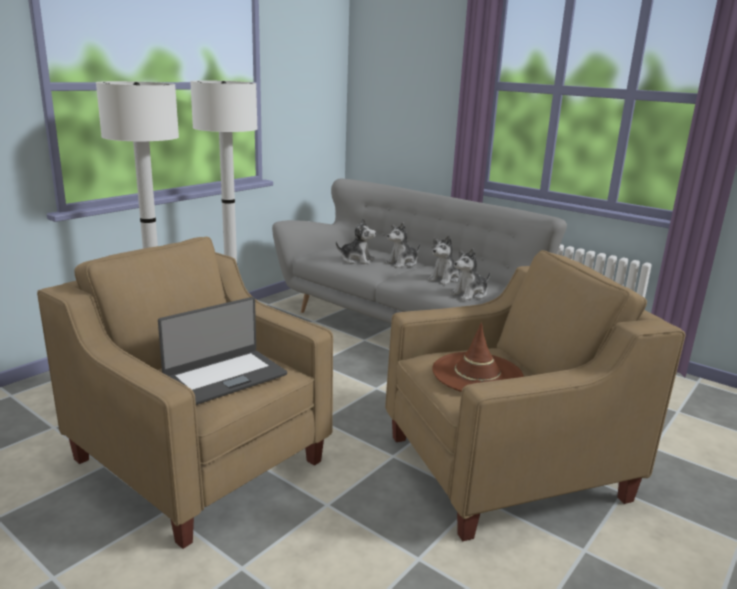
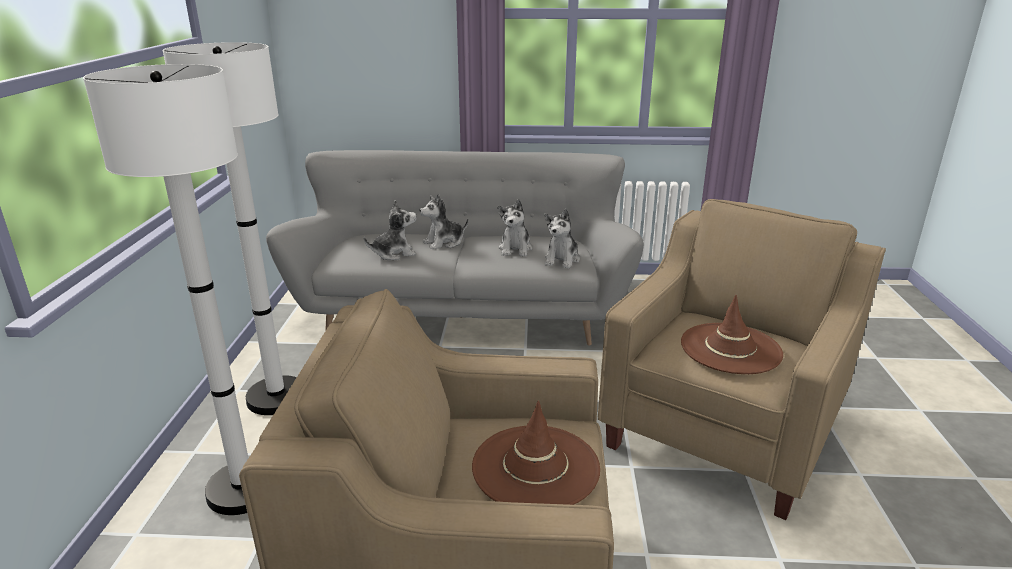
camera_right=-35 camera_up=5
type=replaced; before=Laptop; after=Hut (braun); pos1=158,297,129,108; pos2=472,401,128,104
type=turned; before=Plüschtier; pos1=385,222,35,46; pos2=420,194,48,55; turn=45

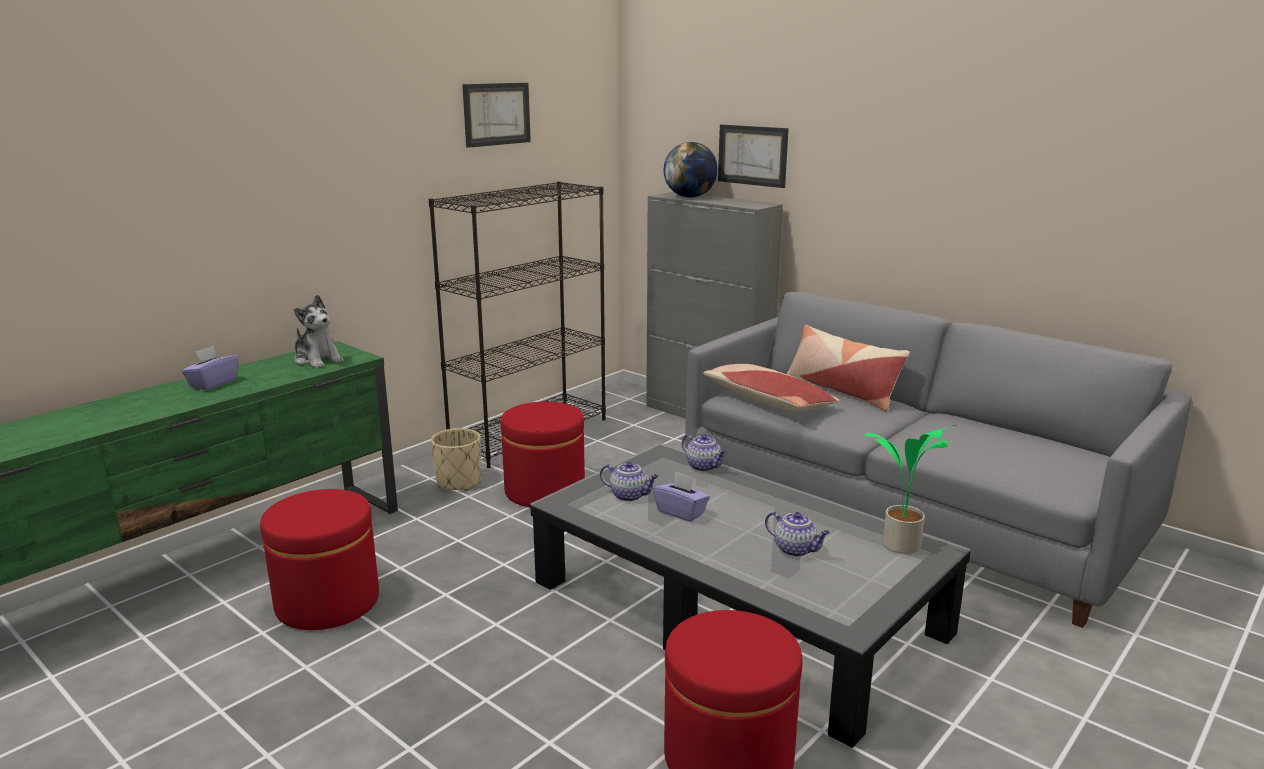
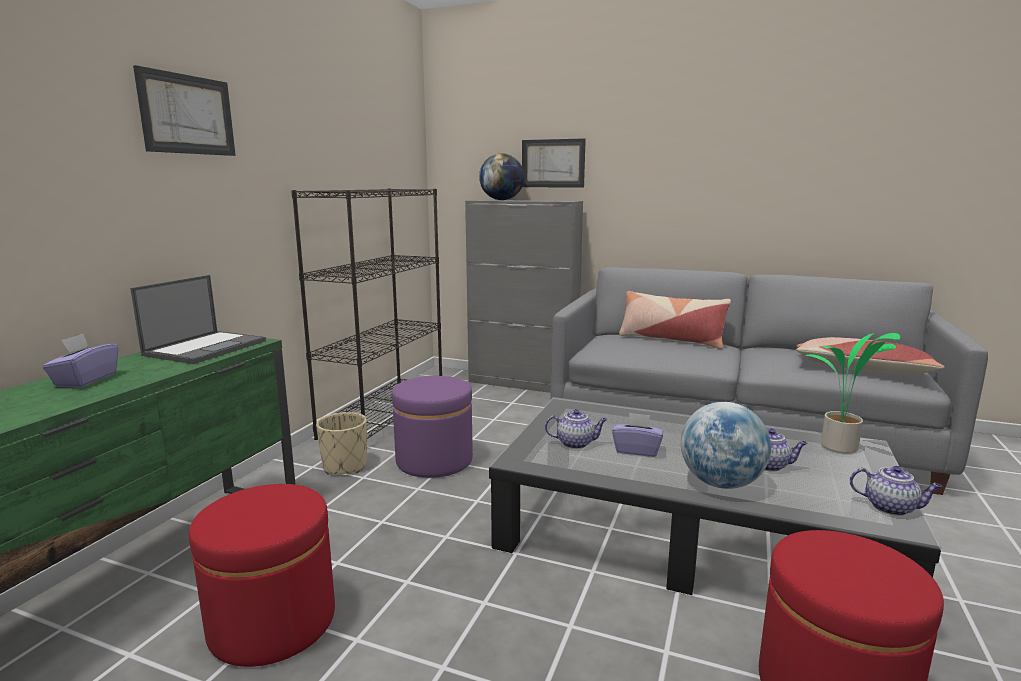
camera_right=-20 camera_up=-5
type=replaced; before=Plüschtier; after=Laptop; pos1=294,295,50,73; pos2=130,275,136,89
type=moved; before=Bild; pos1=462,83,69,65; pos2=133,65,103,91
type=recoloured; before=Polsterhocker (rot); after=Polsterhocker (lila); pos1=501,402,84,106; pos2=392,376,81,102
type=moved; before=Teekanne; pos1=682,434,45,37; pos2=850,466,92,50
type=moved; before=Kissen; pos1=703,364,137,48; pos2=796,337,149,38
type=added; after=Globus; pos2=681,402,90,87

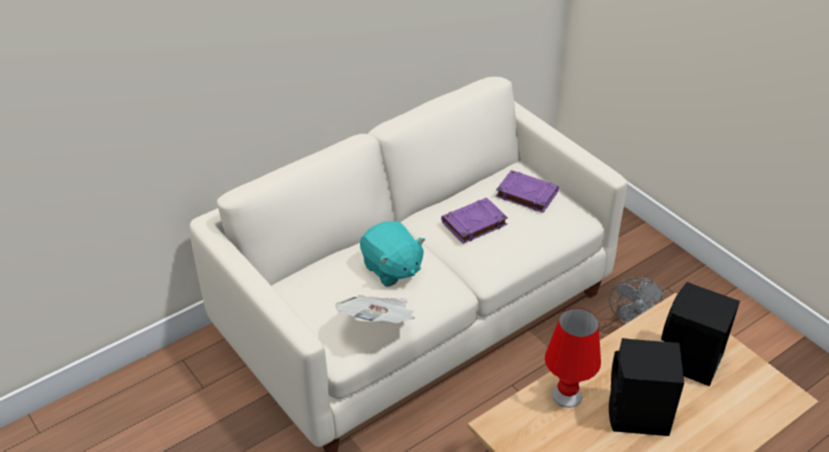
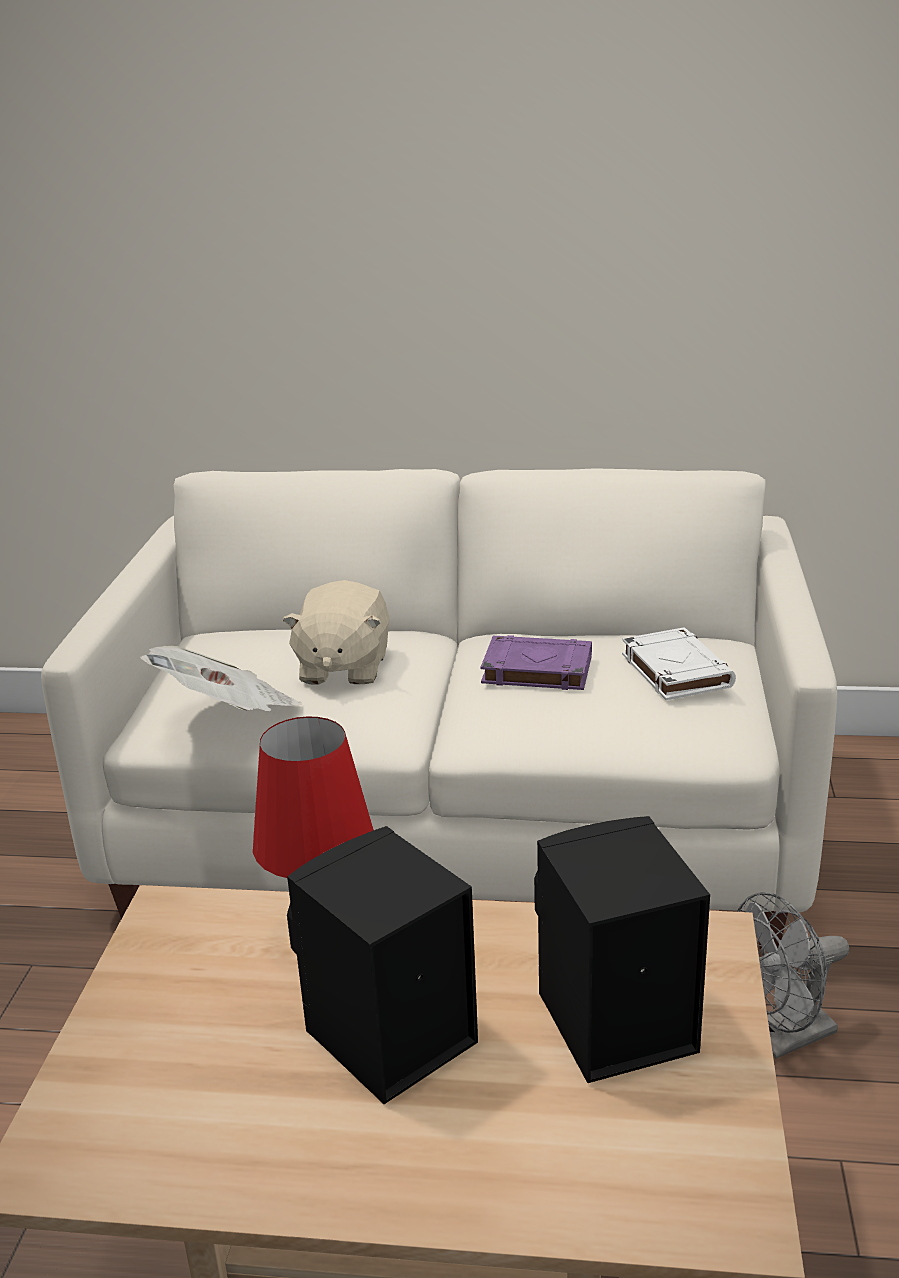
camera_right=45 camera_up=-15
type=recoloured; before=Plüschtier (türkis); after=Plüschtier (beige); pos1=360,221,65,66; pos2=282,580,107,105
type=recoloured; before=Buch (lila); after=Buch (weiß); pos1=496,170,63,43; pos2=622,627,114,73

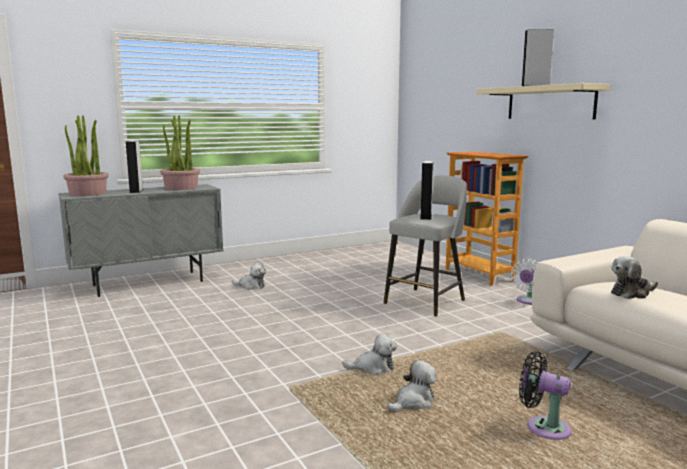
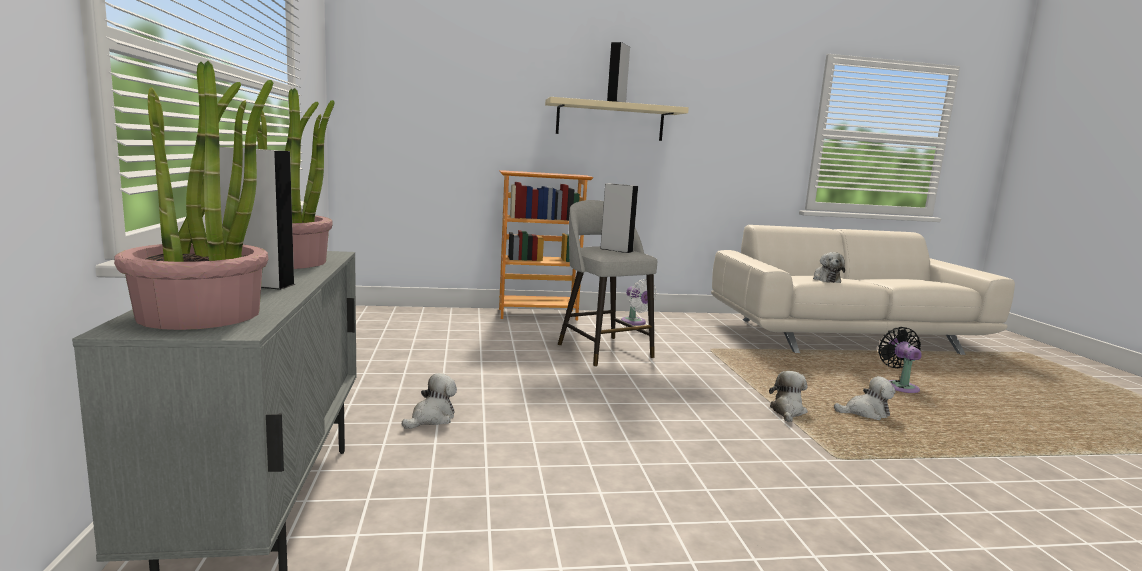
camera_right=-70 camera_up=0
type=turned; before=Plüschtier; pos1=387,360,50,53; pos2=834,376,62,44; turn=105
type=turned; before=Ventilator (schwarz); pos1=519,351,53,89; pos2=878,327,44,66; turn=120

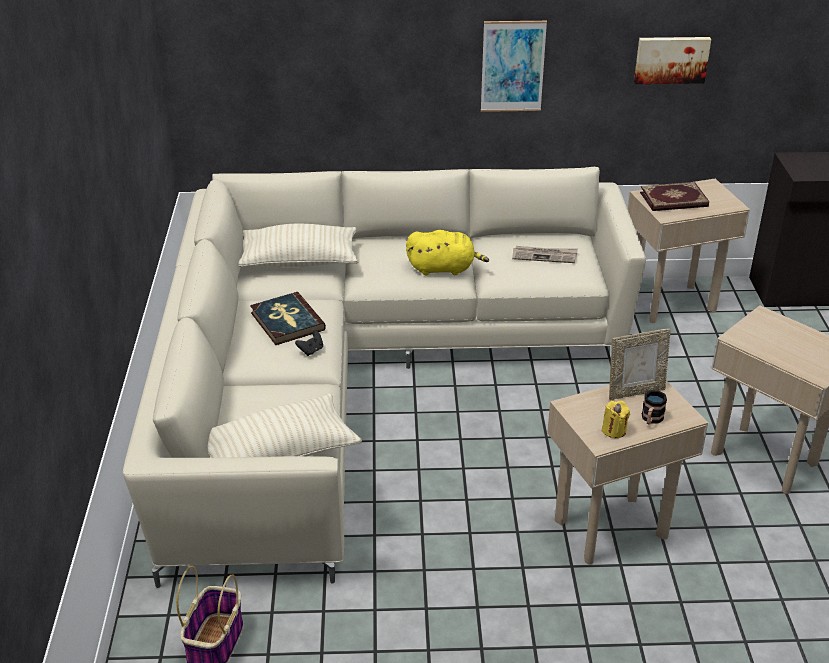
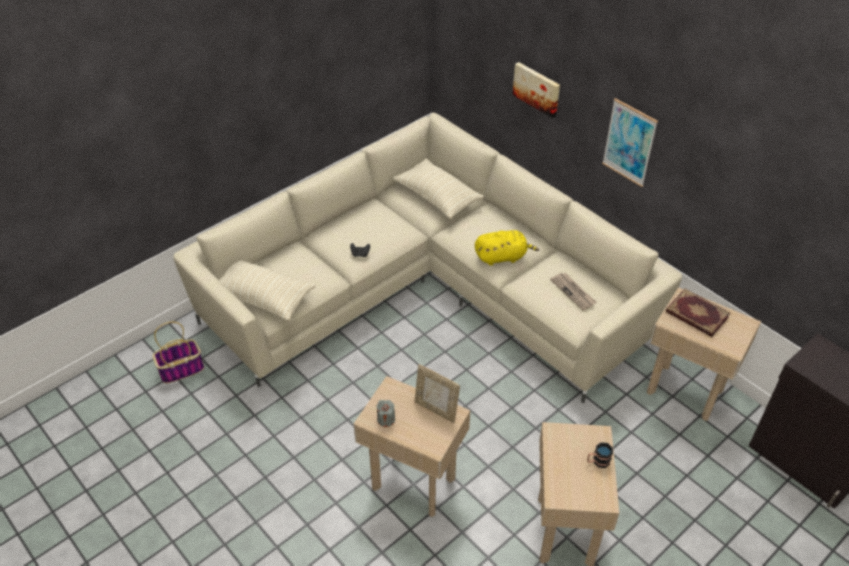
camera_right=50 camera_up=10
type=removed; before=Buch; pos1=250,292,76,53
type=turned; before=Plüschtier (gelb); pos1=406,230,83,45; pos2=475,230,64,36; turn=-60
type=recoloured; before=Kerze (gelb); after=Kerze (grau); pos1=602,401,28,37; pos2=376,400,19,27
type=moved; before=Bild; pos1=634,37,77,47; pos2=513,62,47,56
type=moved; before=Henkelbecher; pos1=642,390,25,35; pos2=587,442,26,26

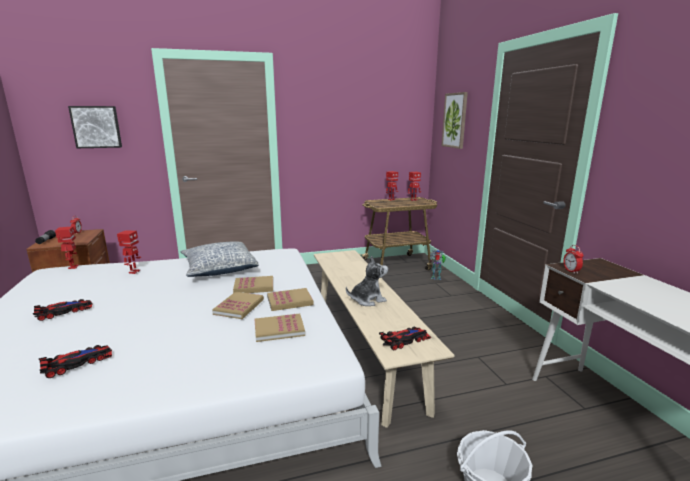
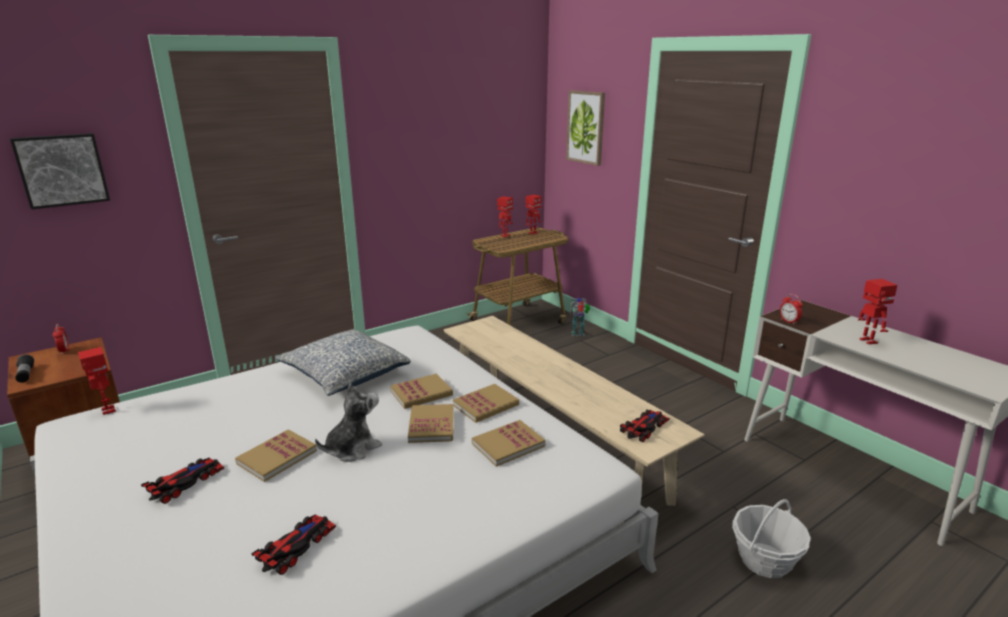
camera_right=-20 camera_up=5
type=moved; before=Spielzeugroboter; pos1=117,230,24,44; pos2=858,279,40,65
type=moved; before=Plüschtier; pos1=346,256,42,50; pos2=315,383,67,79
type=added; after=Buch; pos2=235,429,82,53

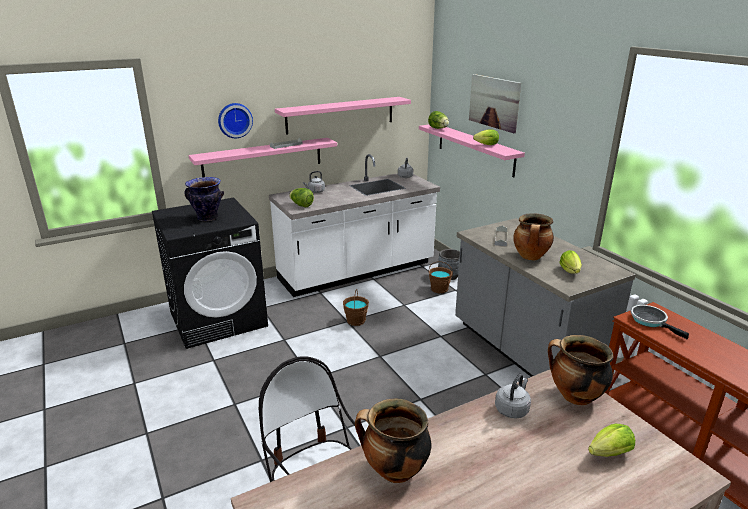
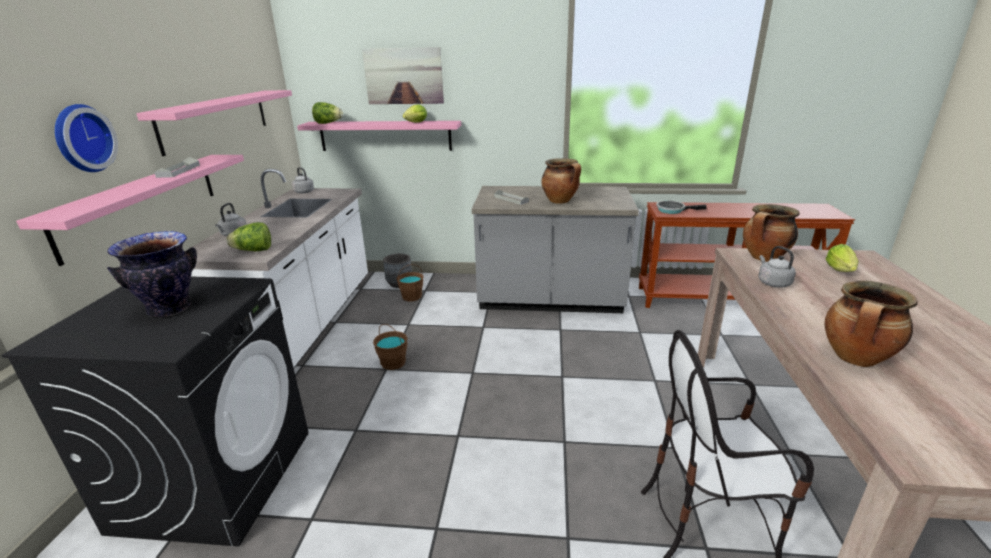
camera_right=-55 camera_up=0
type=removed; before=Salatkopf; pos1=559,250,23,23

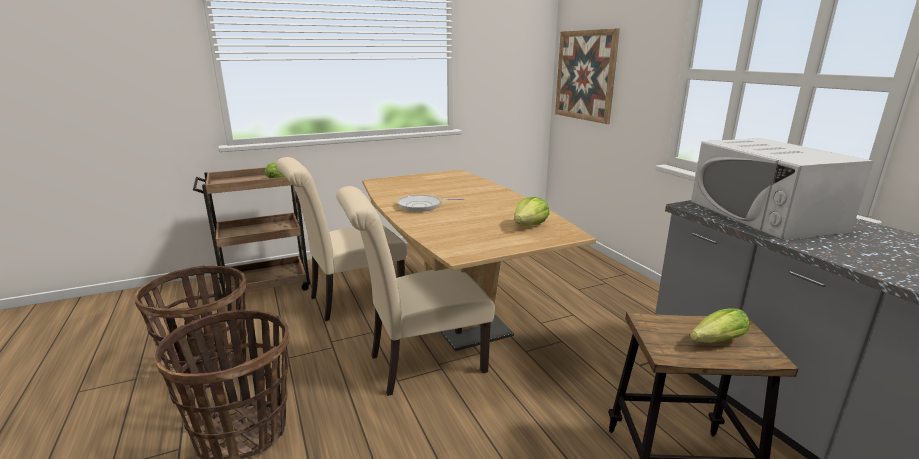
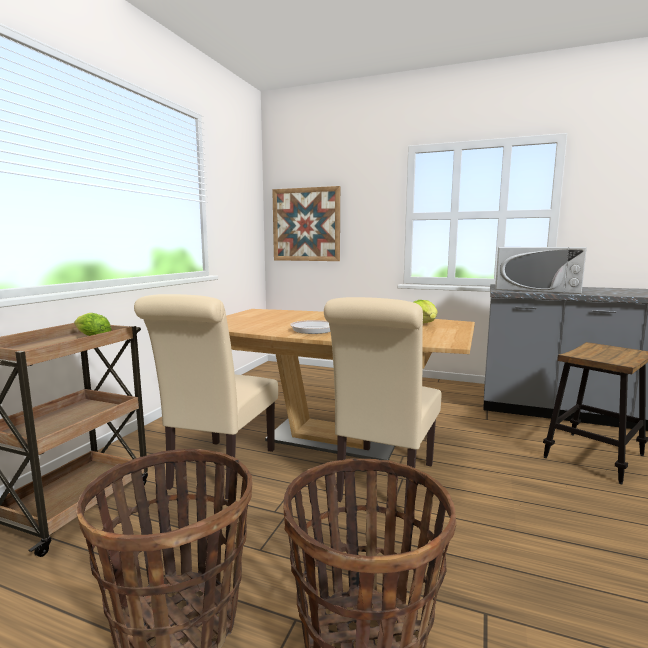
camera_right=-45 camera_up=-10
type=removed; before=Salatkopf; pos1=690,308,60,35

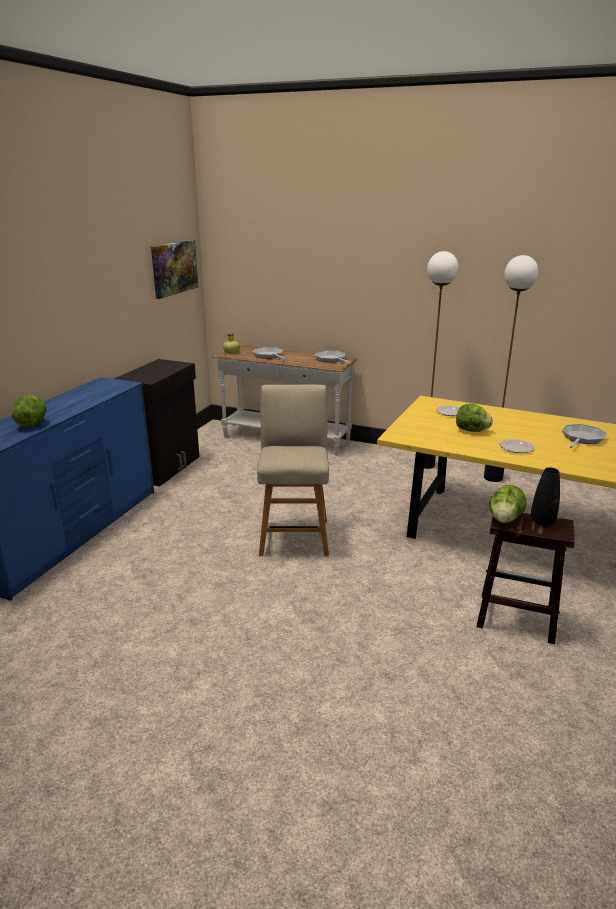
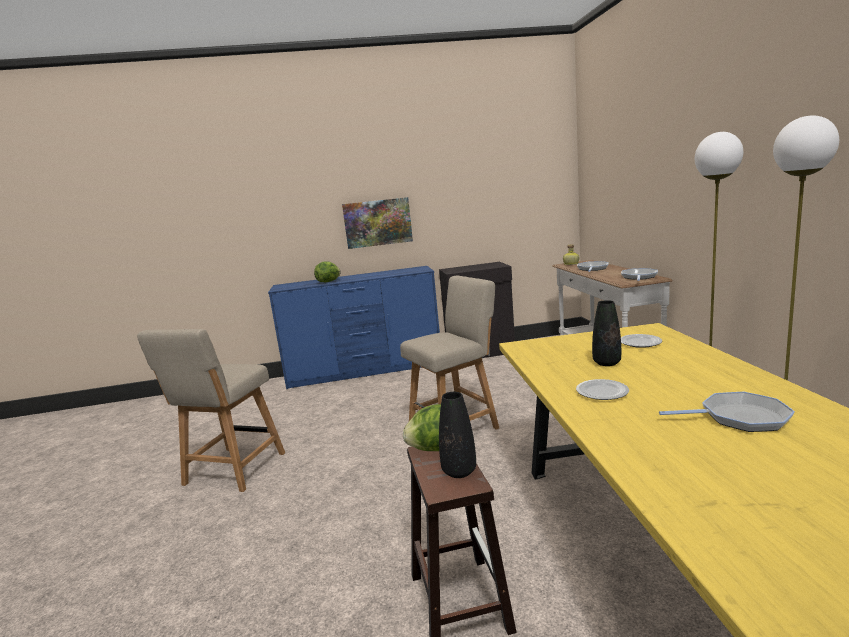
camera_right=60 camera_up=-10
type=moved; before=Bild; pos1=151,240,47,59; pos2=342,197,71,52
type=replaced; before=Salatkopf; after=Vase (schwarz); pos1=456,403,37,29; pos2=592,300,29,66
type=added; after=Stuhl (beige); pos2=137,329,148,163

